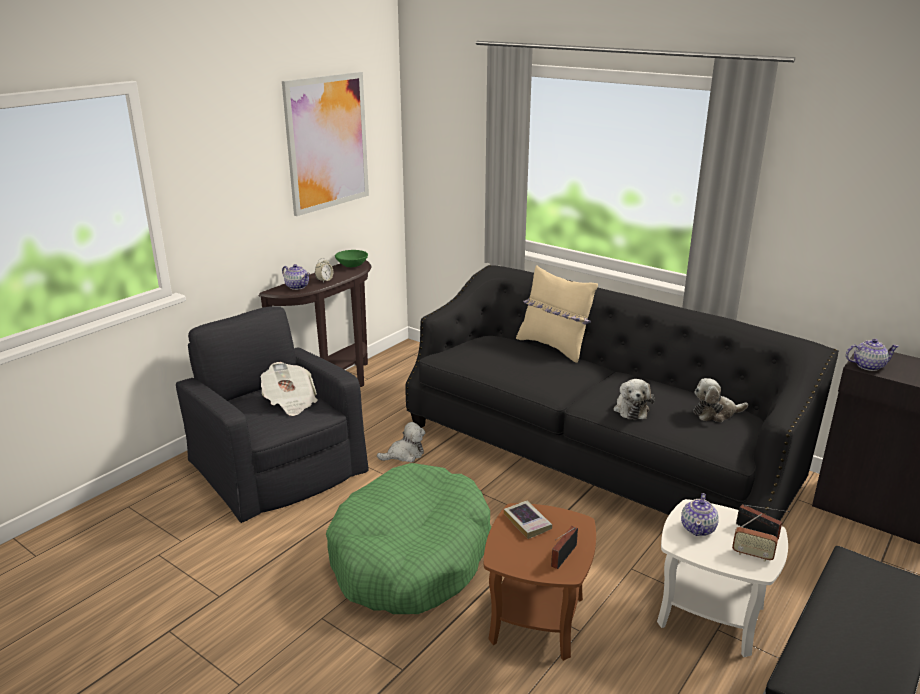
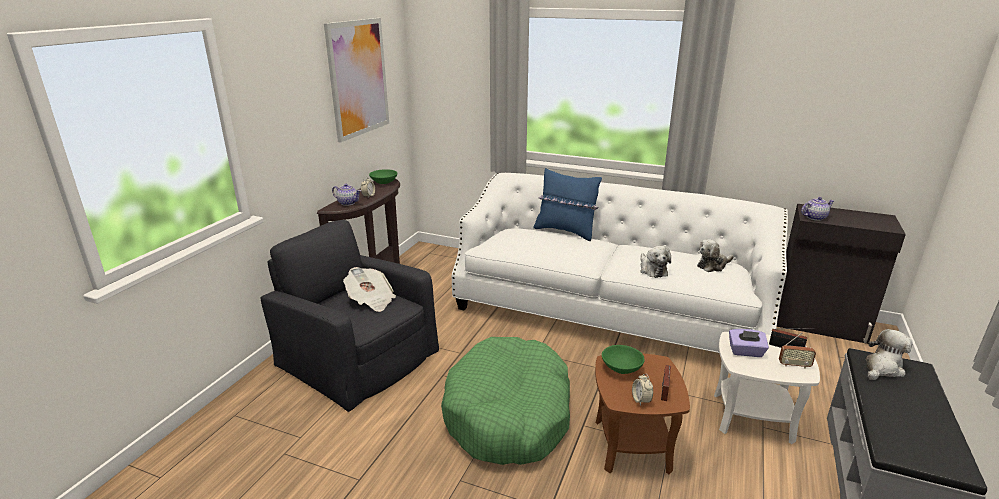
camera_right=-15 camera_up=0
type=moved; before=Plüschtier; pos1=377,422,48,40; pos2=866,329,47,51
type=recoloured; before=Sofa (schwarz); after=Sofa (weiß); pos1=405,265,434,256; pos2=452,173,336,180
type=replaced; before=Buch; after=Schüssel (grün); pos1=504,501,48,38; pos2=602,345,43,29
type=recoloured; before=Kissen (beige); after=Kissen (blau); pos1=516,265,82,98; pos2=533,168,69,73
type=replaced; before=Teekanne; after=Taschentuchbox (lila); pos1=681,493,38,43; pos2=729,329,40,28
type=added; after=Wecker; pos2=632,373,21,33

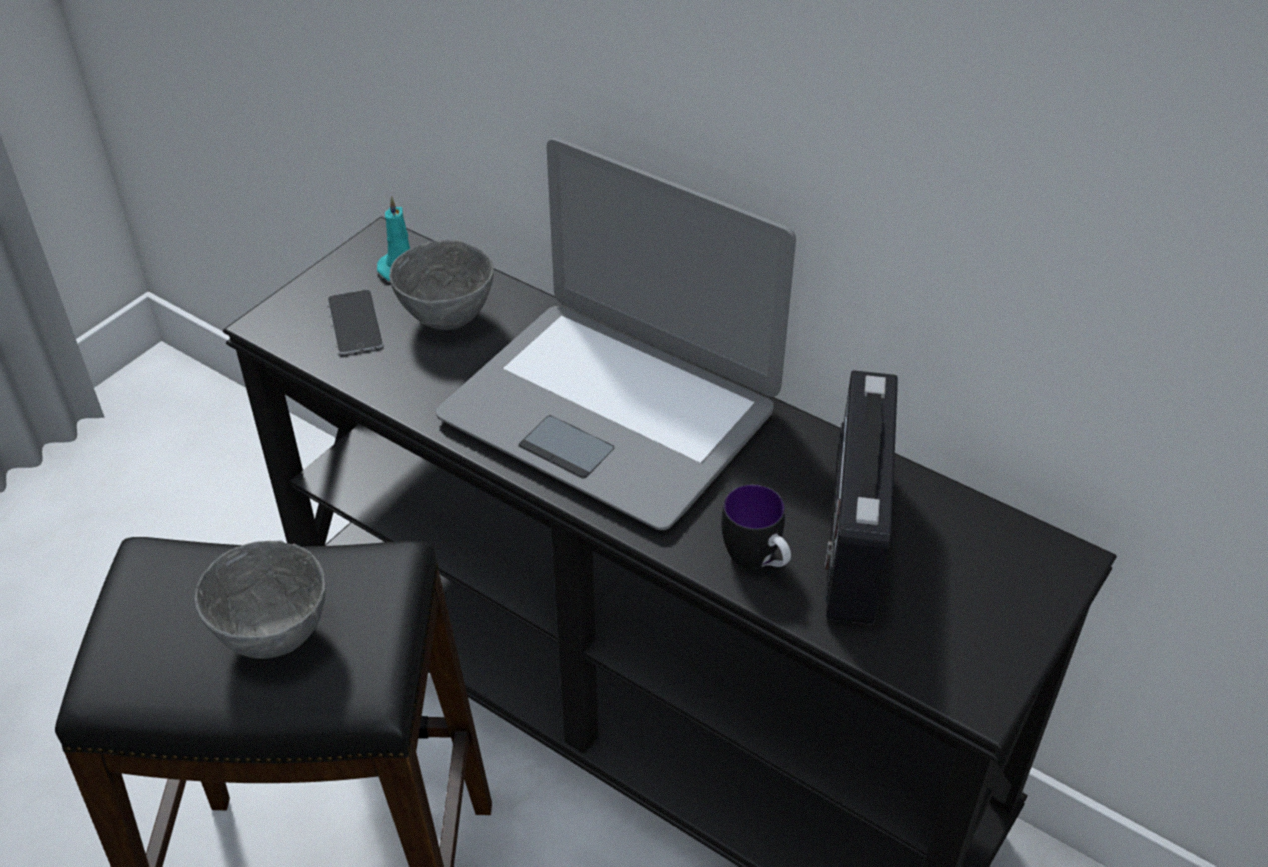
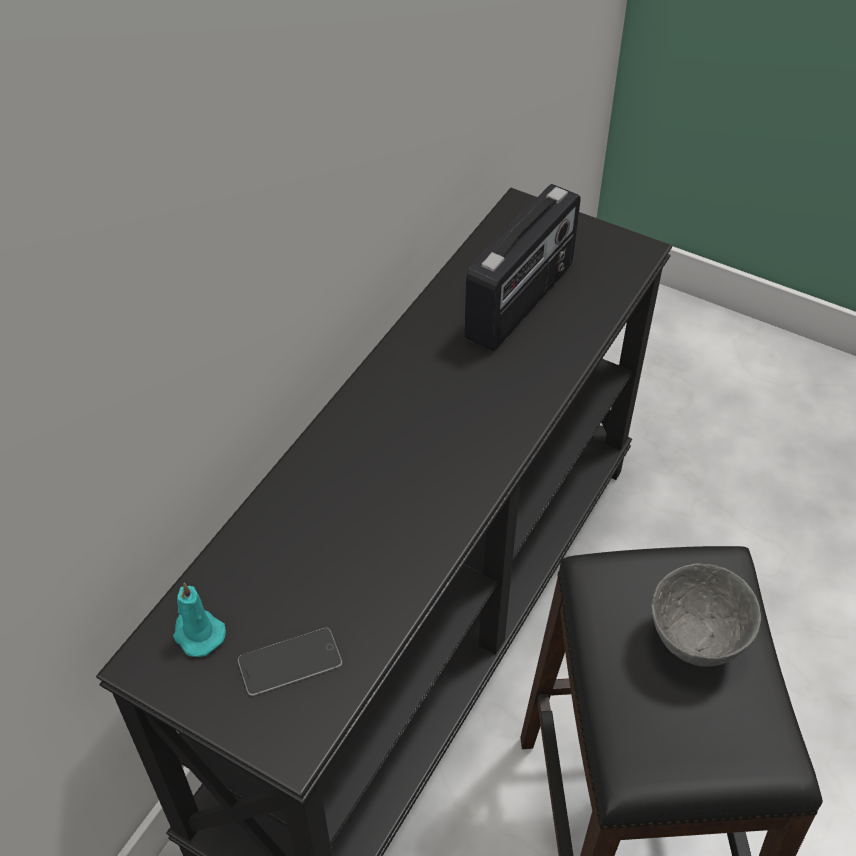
camera_right=-95 camera_up=5
type=removed; before=Schüssel (grau); pos1=389,240,105,90
type=removed; before=Laptop; pos1=436,138,360,392
type=removed; before=Henkelbecher; pos1=721,484,70,85
type=turned; before=Radio; pos1=825,370,73,255; pos2=464,184,117,167; turn=-60

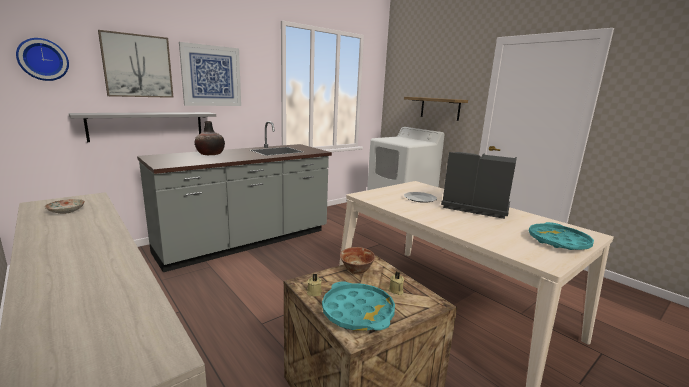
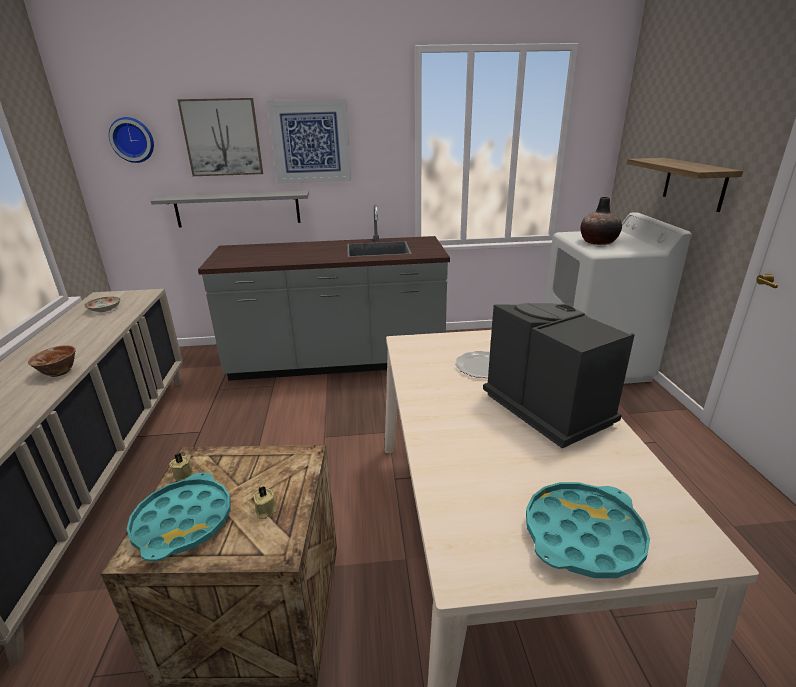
camera_right=35 camera_up=10
type=moved; before=Vase; pos1=195,121,30,34; pos2=581,197,41,48
type=moved; before=Schüssel; pos1=340,247,35,28; pos2=28,345,47,32

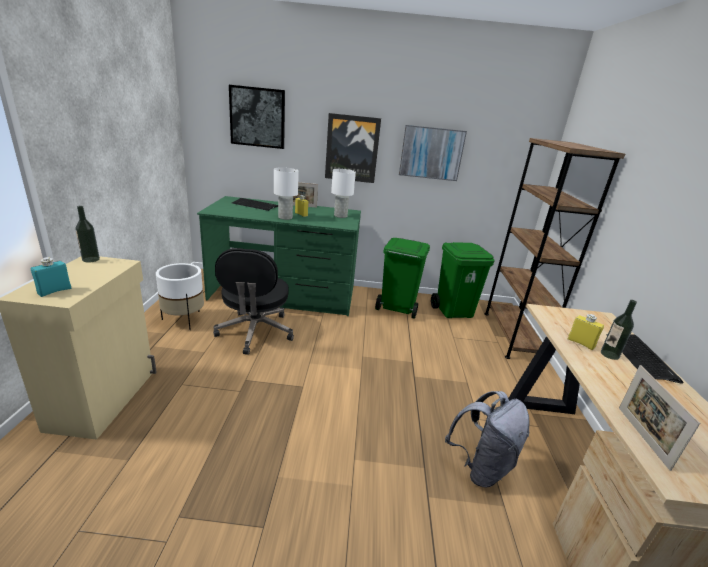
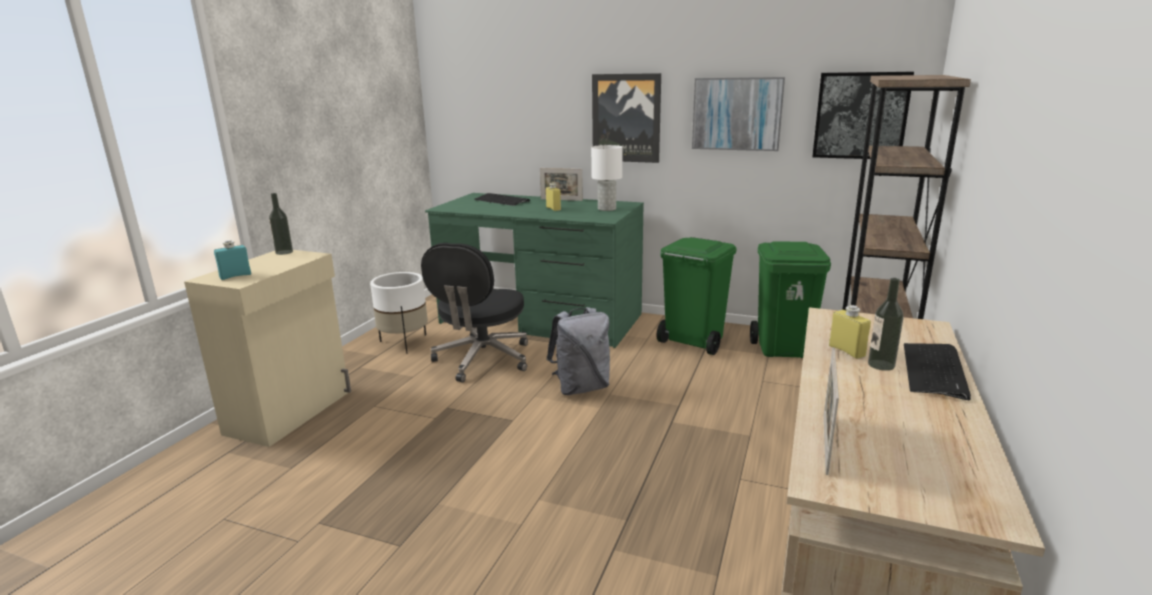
camera_right=20 camera_up=-5
type=moved; before=Bild; pos1=229,85,56,64; pos2=812,72,102,87
type=removed; before=Tischlampe (weiß); pos1=274,167,25,53
type=moved; before=Rucksack (grau); pos1=445,391,85,96; pos2=547,307,63,88

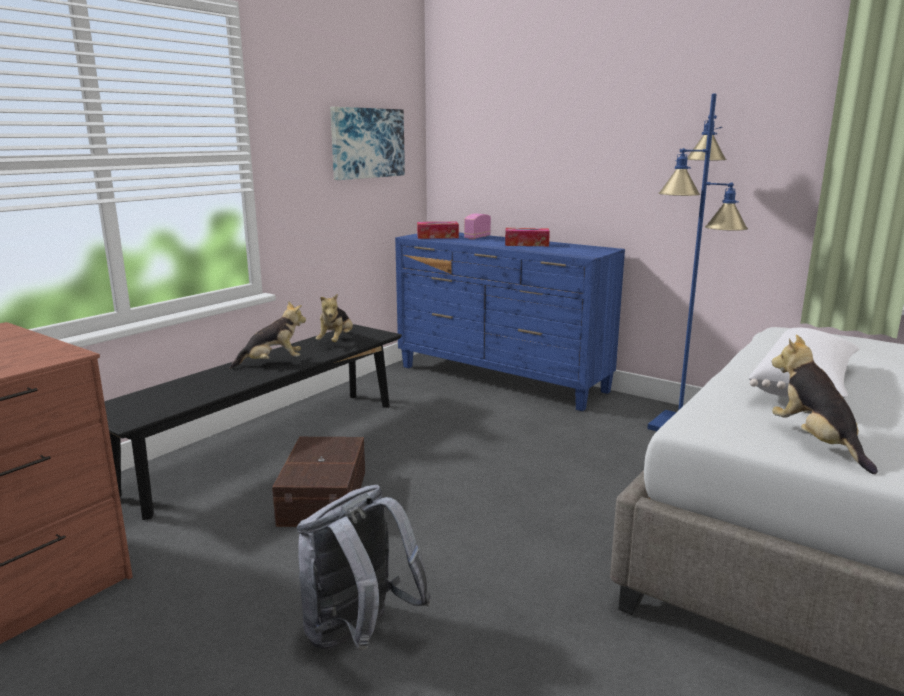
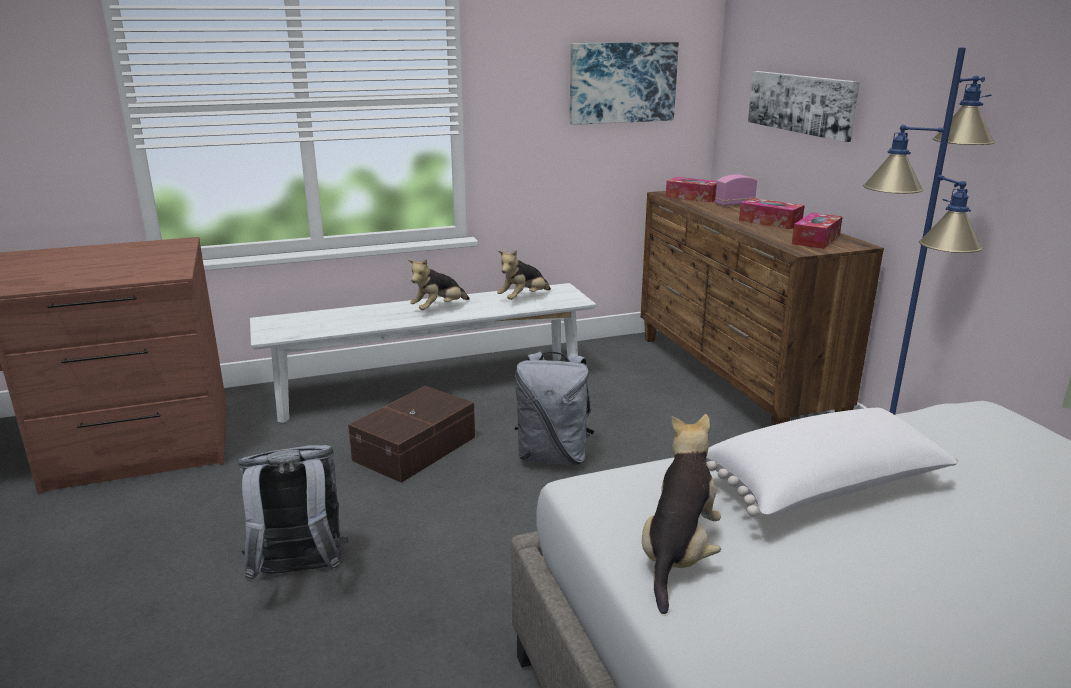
camera_right=35 camera_up=5
type=recoloured; before=Bank (schwarz); after=Bank (weiß); pos1=104,324,298,196; pos2=250,283,346,140
type=turned; before=Plüschtier; pos1=230,301,76,68; pos2=408,259,61,51; turn=120
type=recoloured; before=Kommode (blau); after=Kommode (braun); pos1=395,233,230,178; pos2=641,191,243,235
type=added; after=Rucksack (grau); pos2=514,352,80,113
type=added; after=Bild; pos2=748,71,112,71
type=added; after=Taschentuchbox; pos2=792,213,51,36

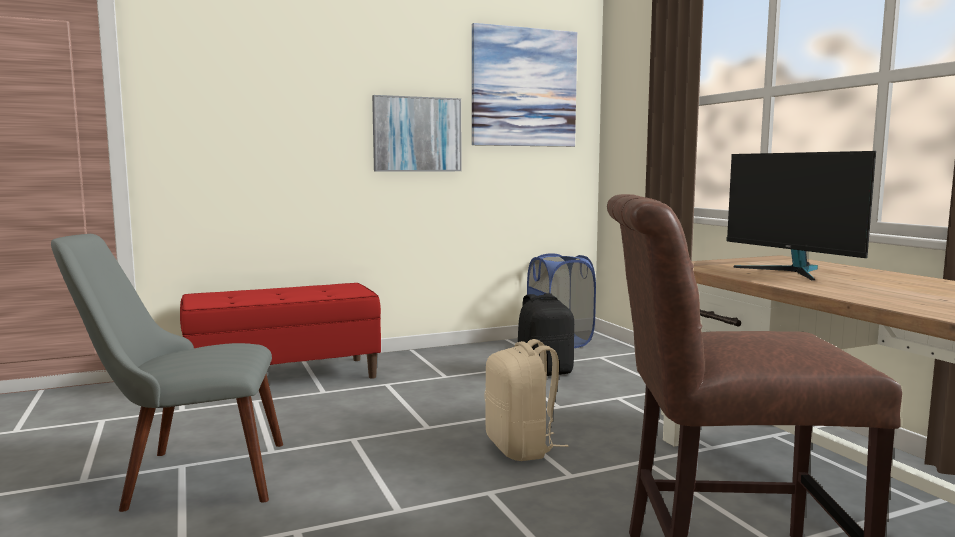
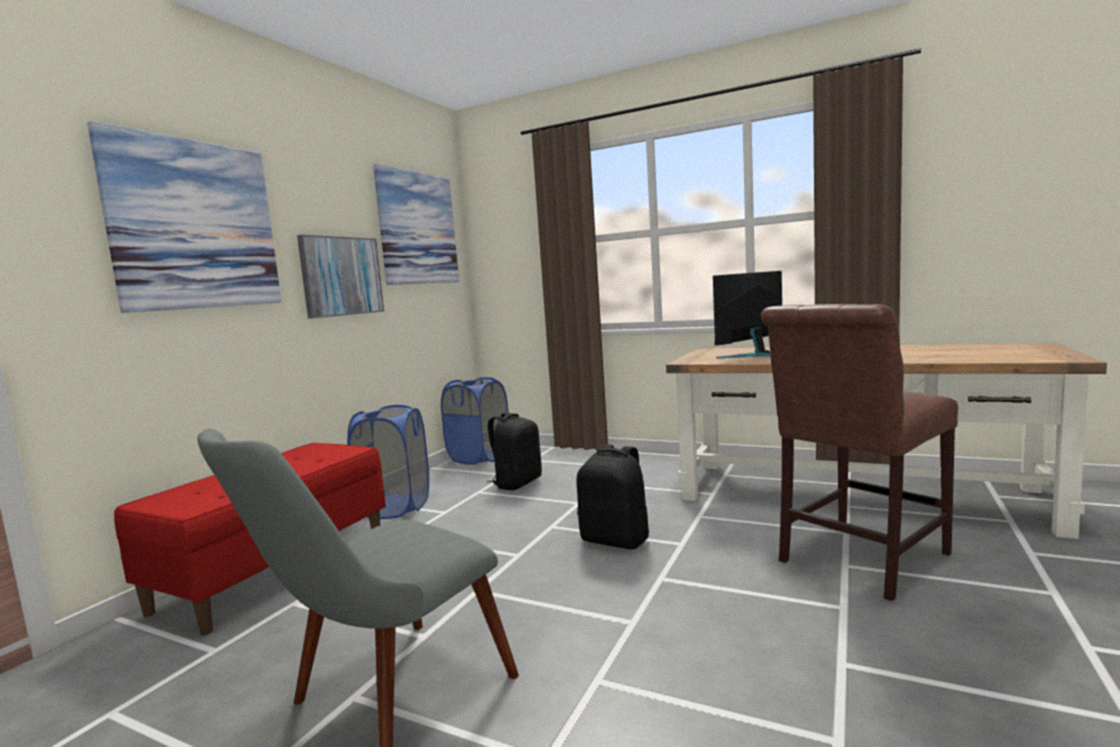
camera_right=-40 camera_up=0
type=recoloured; before=Rucksack (beige); after=Rucksack (schwarz); pos1=485,339,84,122; pos2=577,444,72,105
type=turned; before=Monitor; pos1=726,151,150,130; pos2=713,271,69,87; turn=120
type=added; after=Bild; pos2=87,121,195,192
type=added; after=Wäschekorb (blau); pos2=347,405,82,114

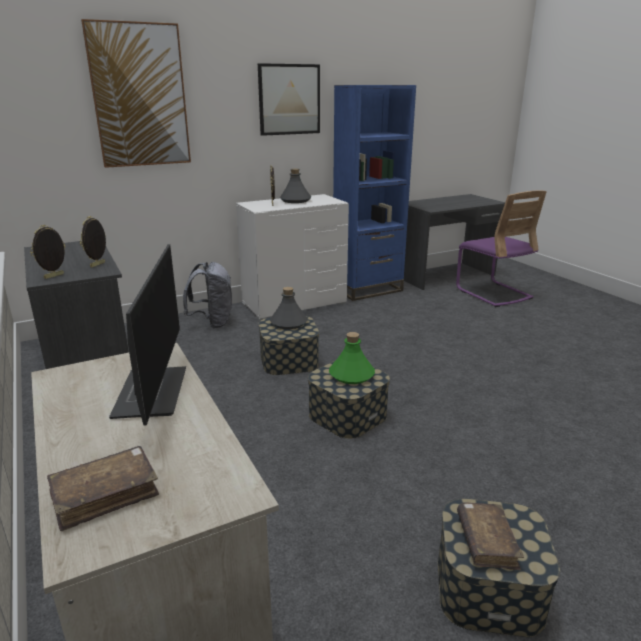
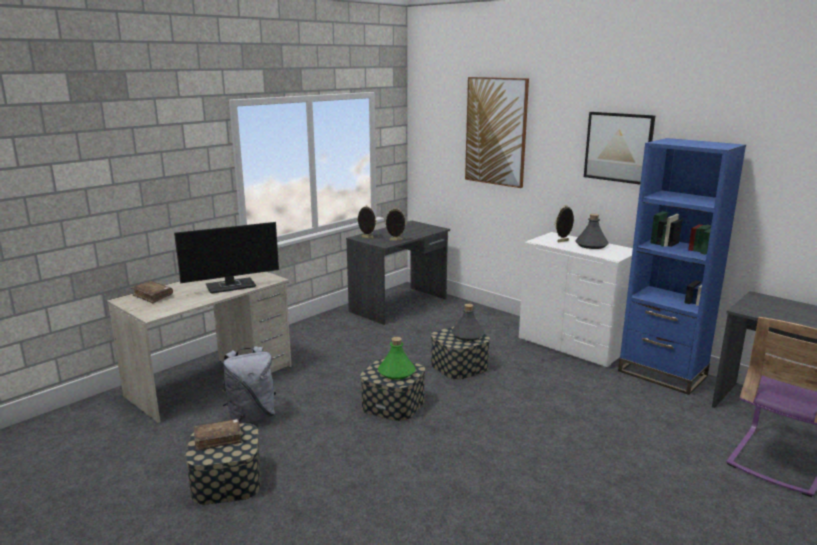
camera_right=70 camera_up=-5
type=moved; before=Rucksack (grau); pos1=183,262,49,66; pos2=223,346,53,78

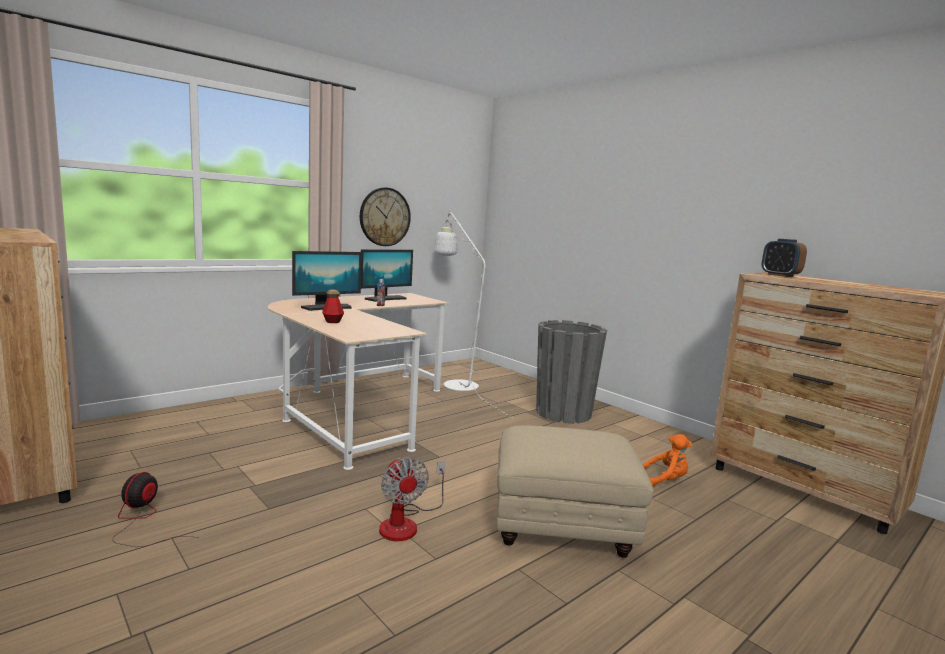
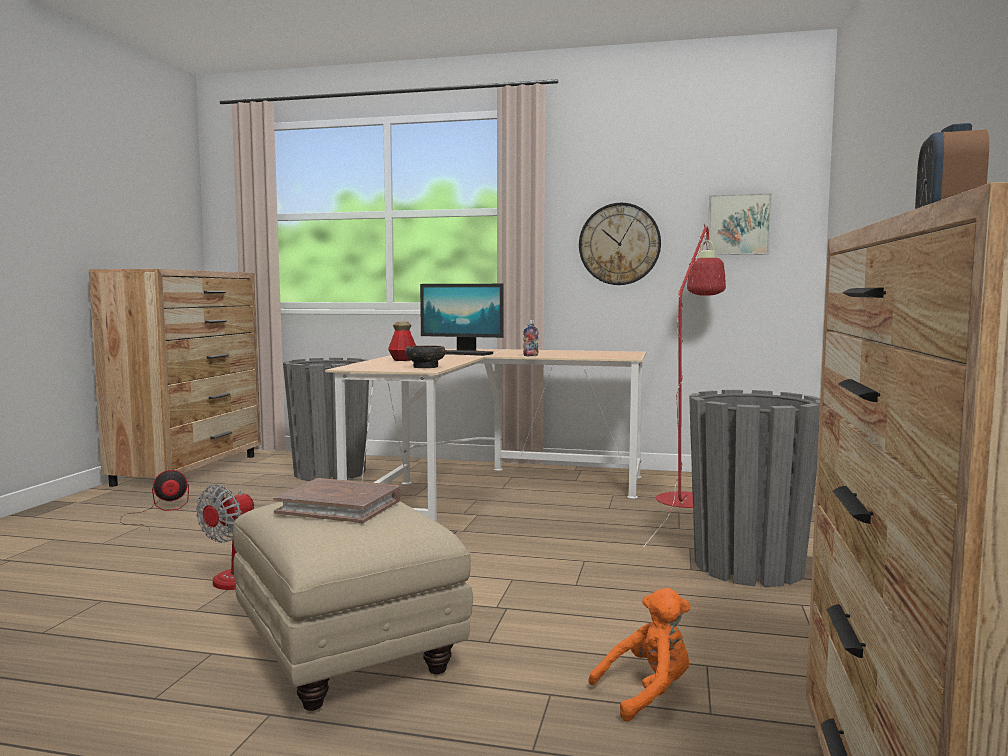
camera_right=55 camera_up=-5
type=removed; before=Monitor; pos1=361,250,52,52
type=recoloured; before=Stehlampe (weiß); after=Stehlampe (rot); pos1=434,211,80,208; pos2=643,224,83,324
type=turned; before=Plüschtier (orange); pos1=643,434,49,53; pos2=588,588,103,134; turn=-75
type=added; after=Buch (braun); pos2=273,478,128,45
type=added; after=Pflanzkübel (grau); pos2=283,358,86,123
type=added; after=Schüssel; pos2=405,345,41,23
type=added; after=Bild; pos2=708,193,64,62

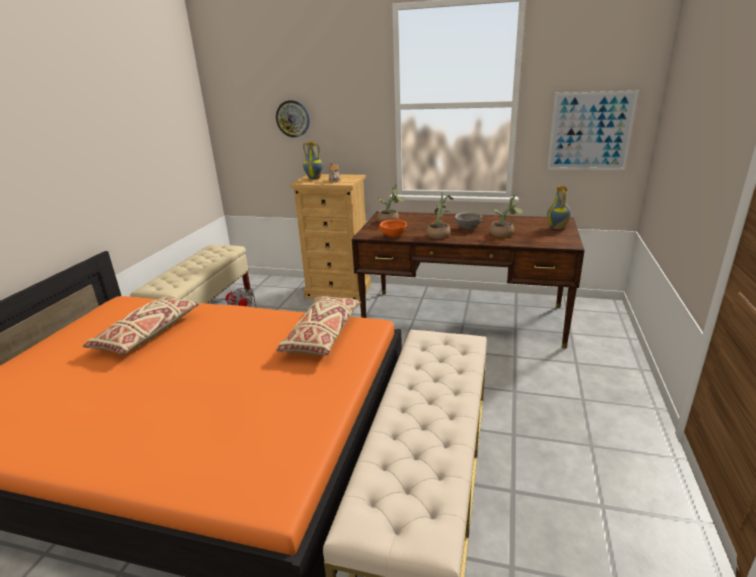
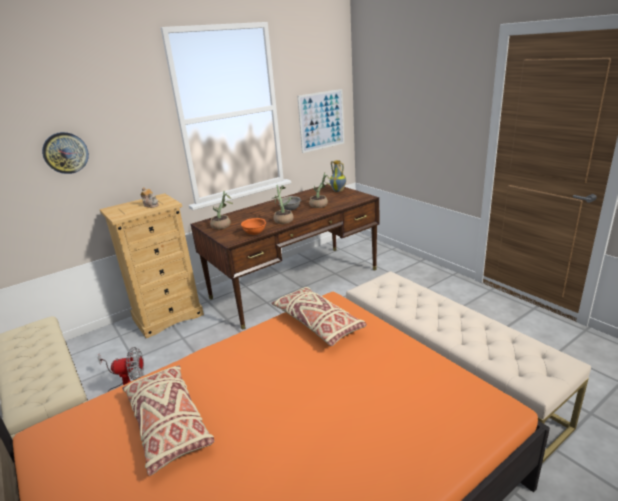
camera_right=-50 camera_up=0
type=removed; before=Vase; pos1=303,142,20,38

